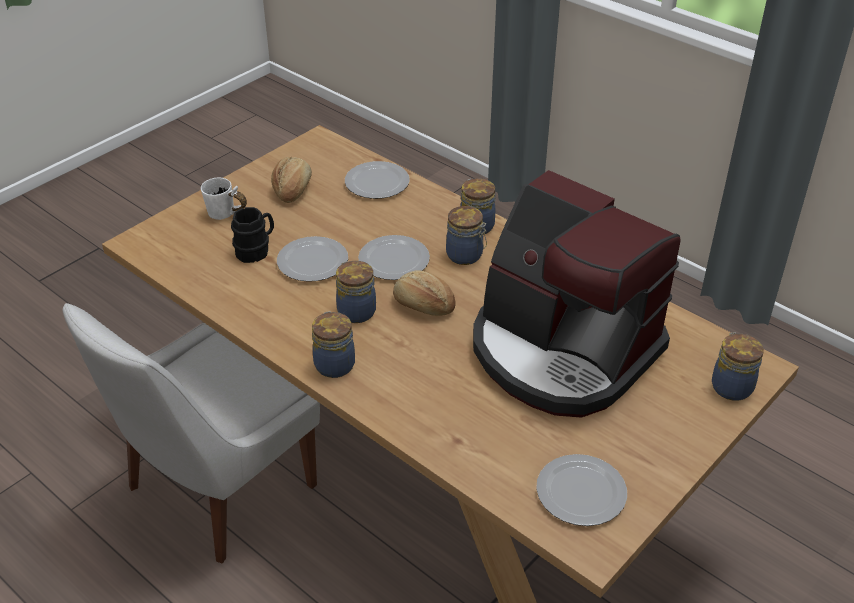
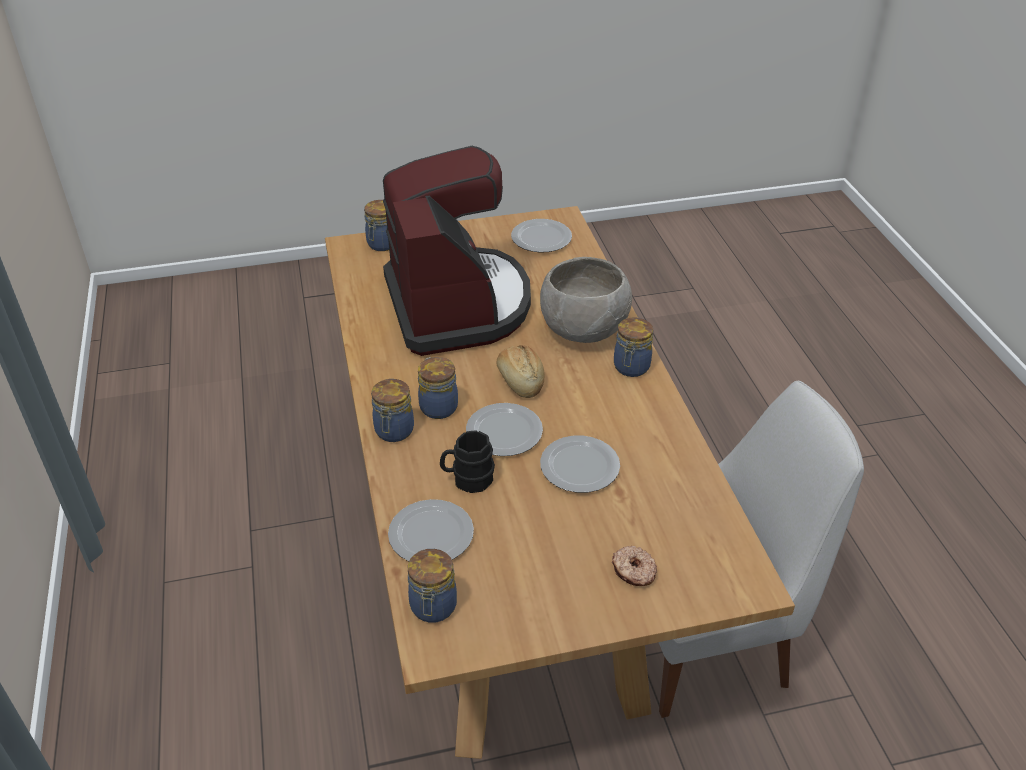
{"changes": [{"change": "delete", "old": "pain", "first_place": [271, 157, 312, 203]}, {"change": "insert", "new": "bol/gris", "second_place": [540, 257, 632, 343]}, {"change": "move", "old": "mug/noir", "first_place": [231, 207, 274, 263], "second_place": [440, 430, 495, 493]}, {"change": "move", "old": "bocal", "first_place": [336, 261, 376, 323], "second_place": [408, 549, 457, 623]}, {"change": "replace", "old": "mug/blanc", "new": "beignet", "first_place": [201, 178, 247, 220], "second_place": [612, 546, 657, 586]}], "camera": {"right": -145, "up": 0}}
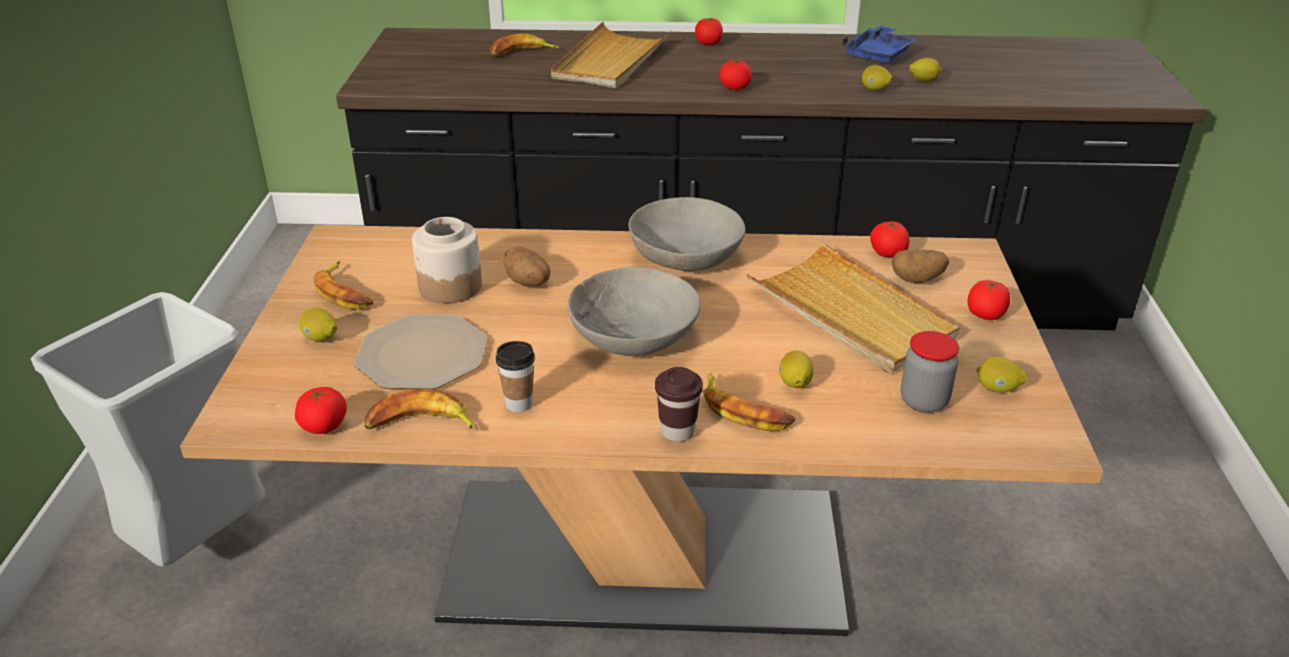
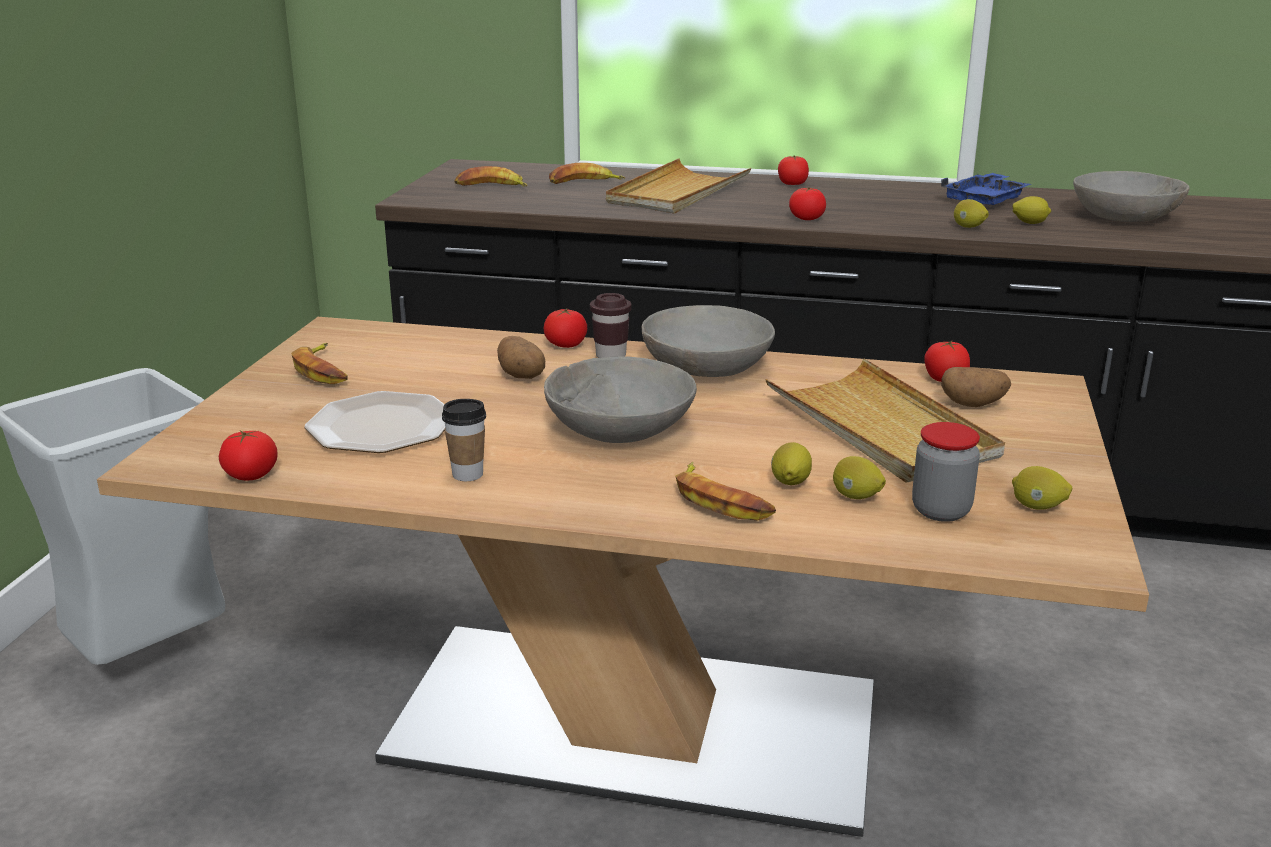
{"changes": [{"change": "delete", "old": "bocal", "first_place": [412, 217, 482, 303]}, {"change": "insert", "new": "bol/gris", "second_place": [1073, 171, 1190, 222]}, {"change": "move", "old": "citron", "first_place": [299, 308, 337, 341], "second_place": [833, 456, 886, 499]}, {"change": "move", "old": "banane", "first_place": [365, 389, 478, 431], "second_place": [454, 166, 527, 187]}, {"change": "move", "old": "tasse/marron", "first_place": [655, 367, 703, 442], "second_place": [590, 293, 631, 358]}, {"change": "move", "old": "tomate", "first_place": [967, 280, 1010, 320], "second_place": [544, 309, 587, 348]}], "camera": {"right": 10, "up": -10}}
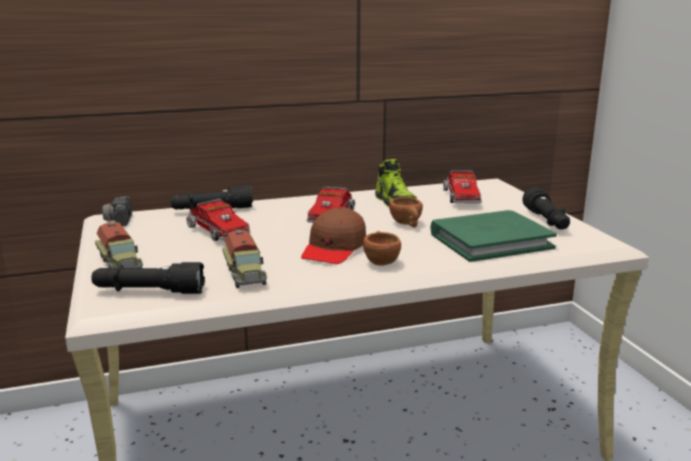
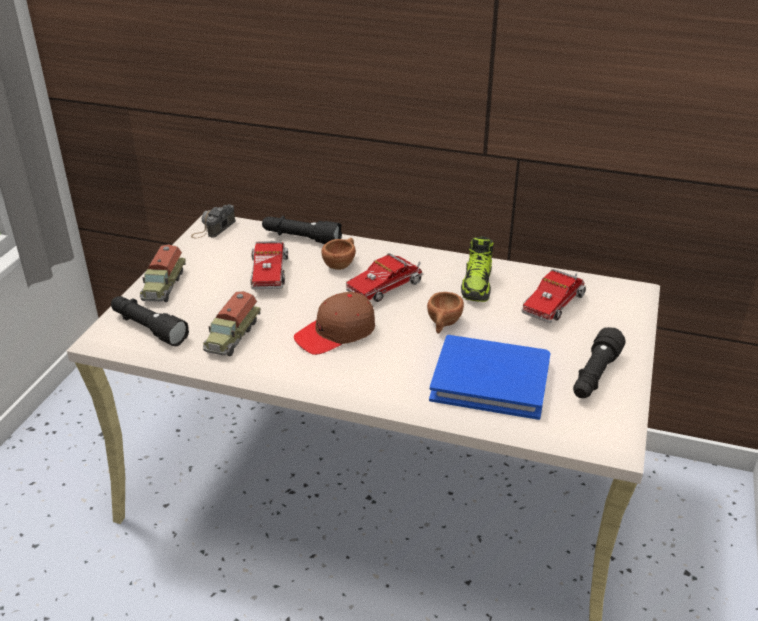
{"changes": [{"change": "move", "old": "tasse/marron", "first_place": [363, 231, 401, 266], "second_place": [321, 238, 356, 270]}, {"change": "recolor", "old": "livre/vert", "new": "livre/bleu", "first_place": [430, 210, 557, 262], "second_place": [429, 335, 551, 420]}], "camera": {"right": 35, "up": 15}}
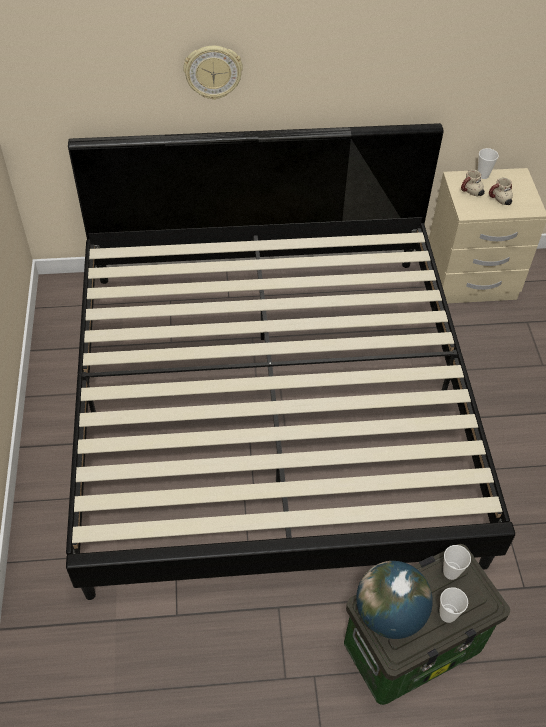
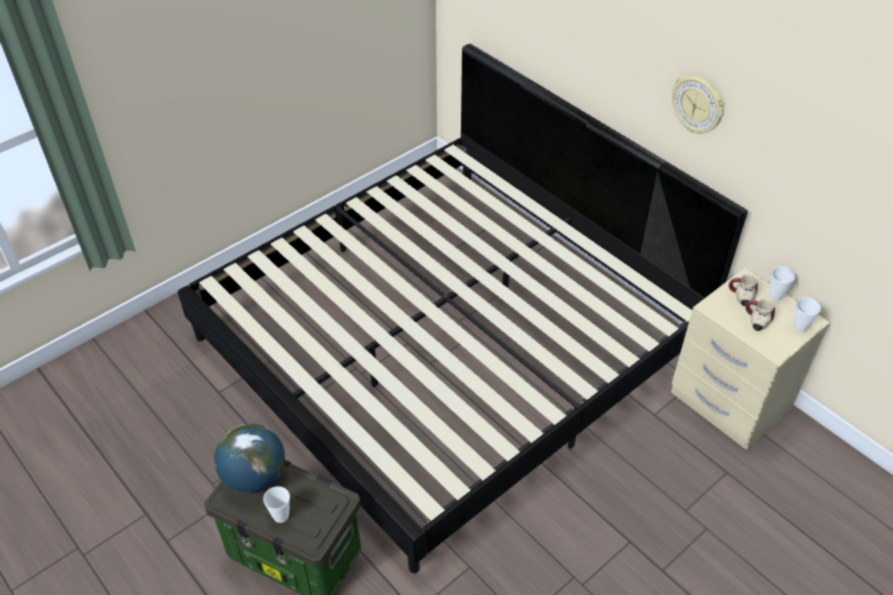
{"changes": [{"change": "move", "old": "horloge murale", "first_place": [183, 46, 243, 100], "second_place": [672, 75, 724, 134]}, {"change": "move", "old": "tasse", "first_place": [443, 545, 471, 580], "second_place": [793, 298, 821, 332]}], "camera": {"right": 55, "up": -5}}
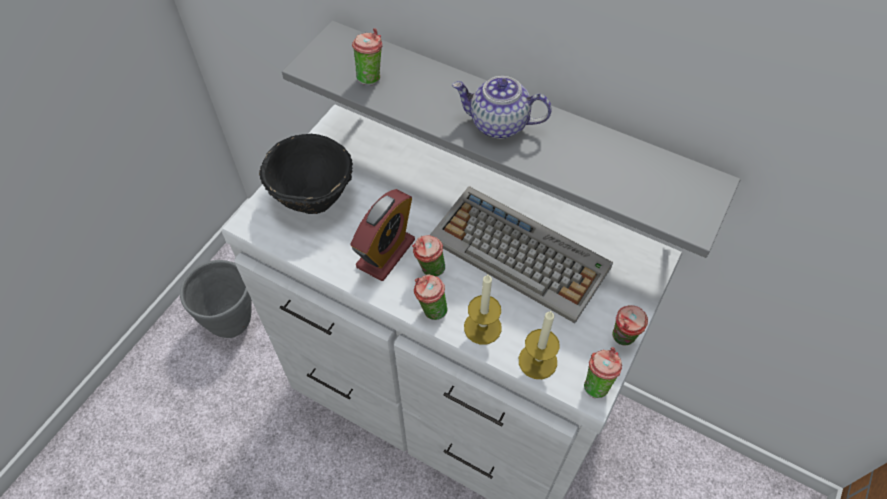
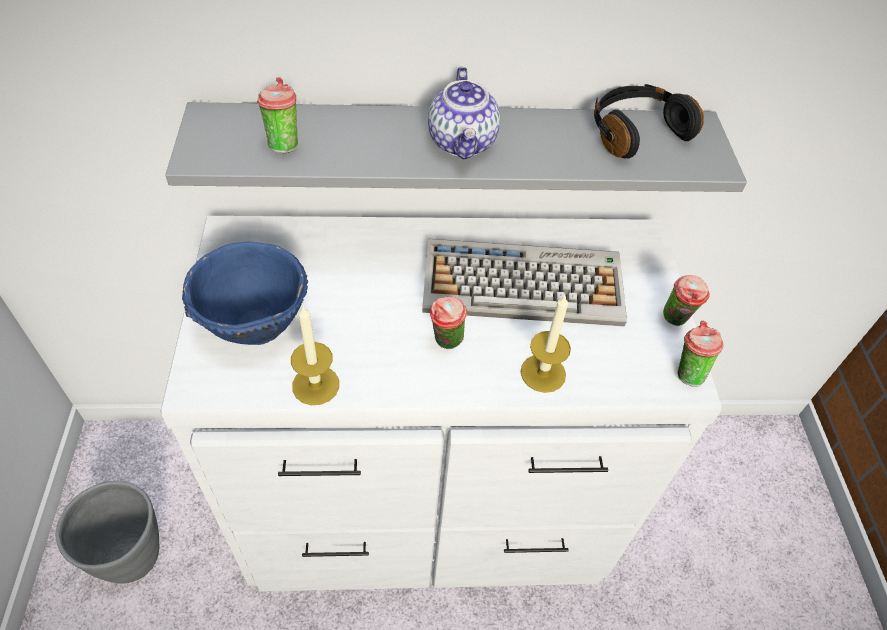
{"changes": [{"change": "delete", "old": "réveil", "first_place": [350, 189, 415, 281]}, {"change": "delete", "old": "tasse", "first_place": [414, 274, 447, 320]}, {"change": "insert", "new": "casque audio/noir", "second_place": [594, 84, 704, 158]}, {"change": "move", "old": "bougie", "first_place": [519, 310, 560, 379], "second_place": [291, 306, 339, 405]}, {"change": "recolor", "old": "bol/noir", "new": "bol/bleu", "first_place": [259, 134, 353, 214], "second_place": [182, 242, 308, 345]}, {"change": "rotate", "old": "théière", "first_place": [452, 76, 552, 139], "second_place": [428, 67, 500, 160], "degrees": -75}], "camera": {"right": -35, "up": -5}}
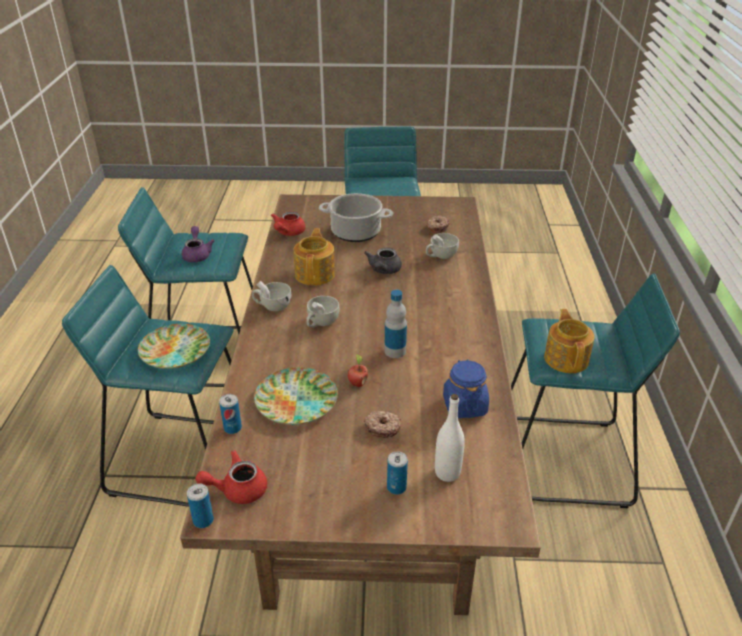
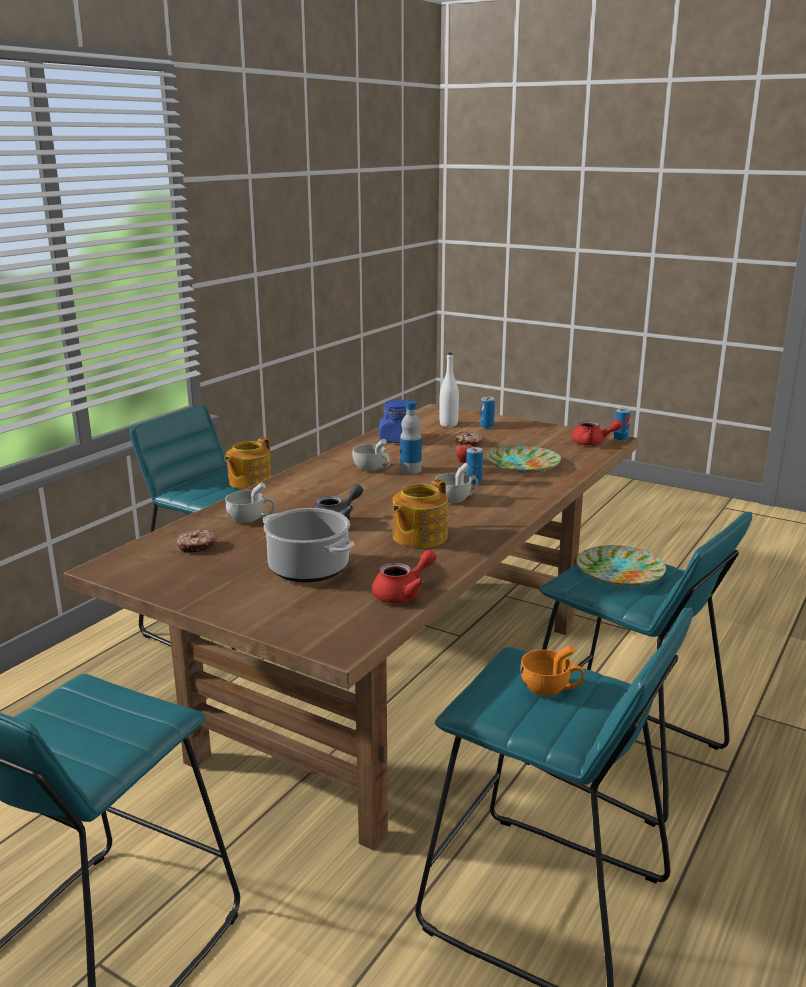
{"changes": [{"change": "move", "old": "boîte métallique", "first_place": [219, 394, 242, 434], "second_place": [466, 447, 483, 485]}, {"change": "move", "old": "tasse/blanc", "first_place": [252, 281, 291, 311], "second_place": [352, 439, 390, 471]}, {"change": "replace", "old": "théière/violet", "new": "tasse/orange", "first_place": [182, 226, 215, 262], "second_place": [521, 645, 584, 696]}], "camera": {"right": -150, "up": -15}}
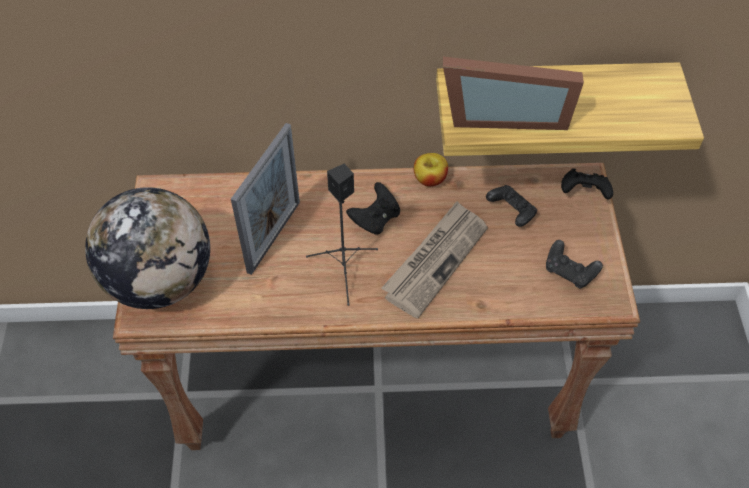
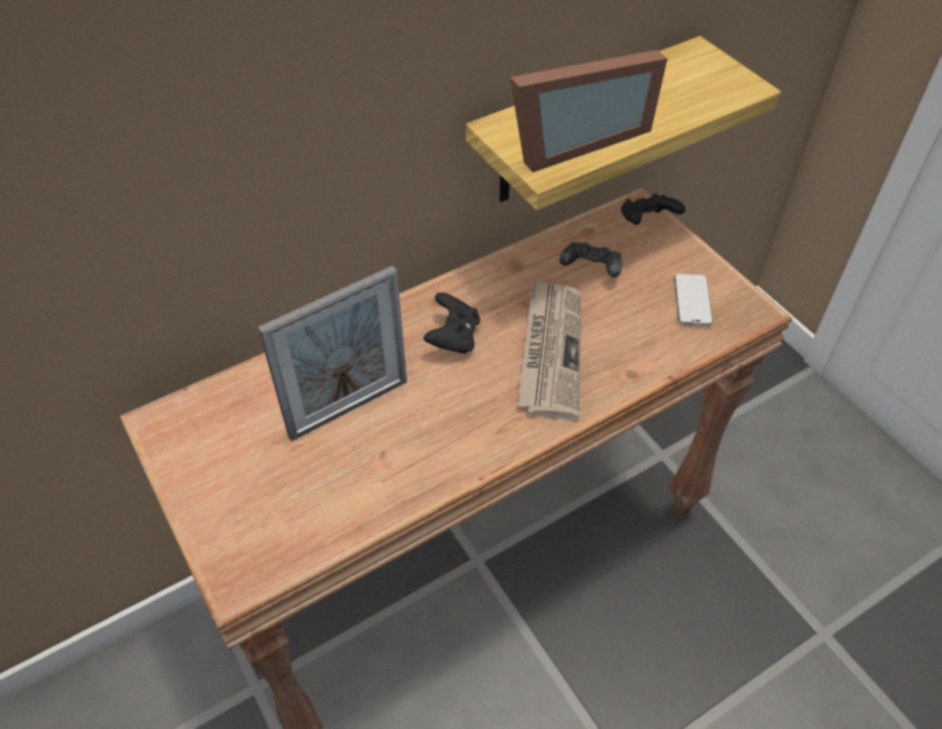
{"changes": [{"change": "delete", "old": "globe", "first_place": [85, 187, 210, 309]}, {"change": "delete", "old": "enceinte/noir", "first_place": [306, 164, 378, 306]}, {"change": "delete", "old": "pomme", "first_place": [414, 153, 448, 187]}, {"change": "replace", "old": "manette/noir", "new": "téléphone", "first_place": [546, 240, 603, 288], "second_place": [674, 274, 713, 326]}, {"change": "rotate", "old": "cadre photo", "first_place": [231, 123, 300, 275], "second_place": [258, 266, 407, 441], "degrees": 60}], "camera": {"right": -30, "up": -5}}
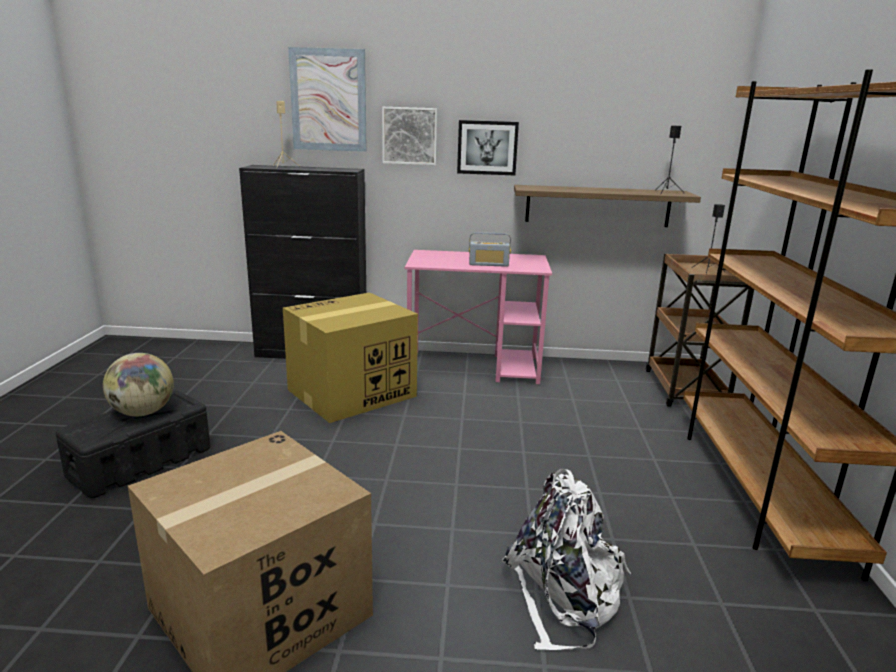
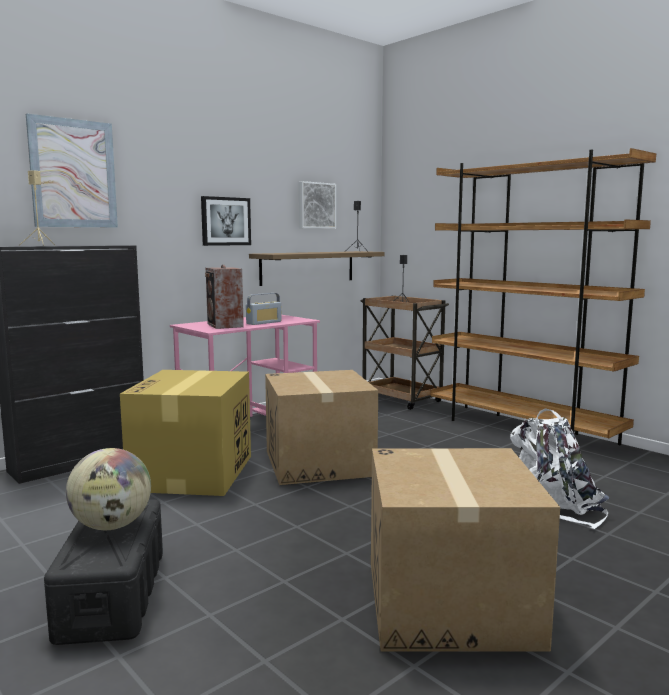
{"changes": [{"change": "insert", "new": "enceinte", "second_place": [205, 265, 244, 329]}, {"change": "insert", "new": "carton", "second_place": [265, 370, 378, 485]}, {"change": "move", "old": "tableau", "first_place": [382, 107, 438, 165], "second_place": [299, 181, 336, 229]}], "camera": {"right": -45, "up": -10}}
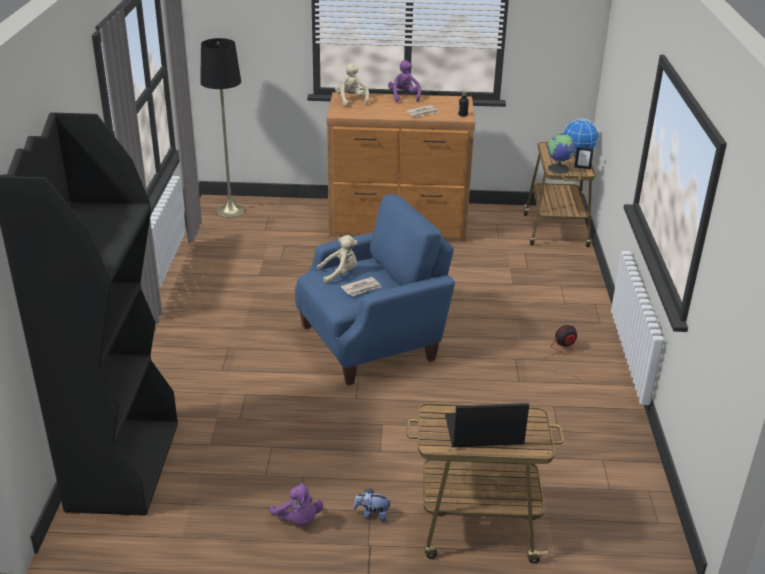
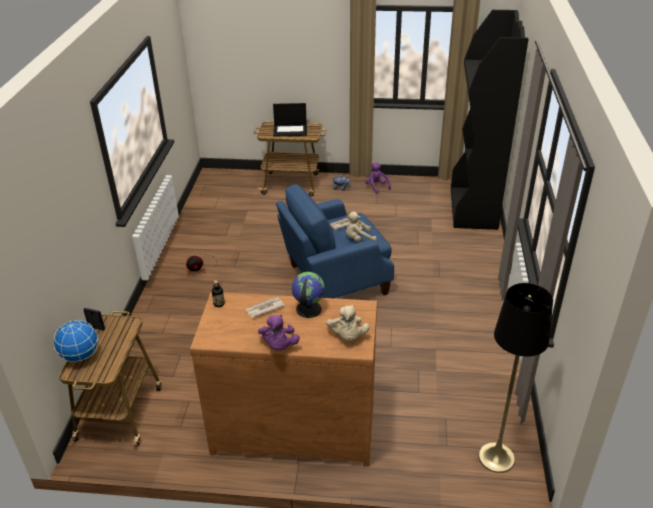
{"changes": [{"change": "move", "old": "globe", "first_place": [548, 133, 575, 174], "second_place": [292, 272, 324, 318]}], "camera": {"right": -175, "up": 5}}
